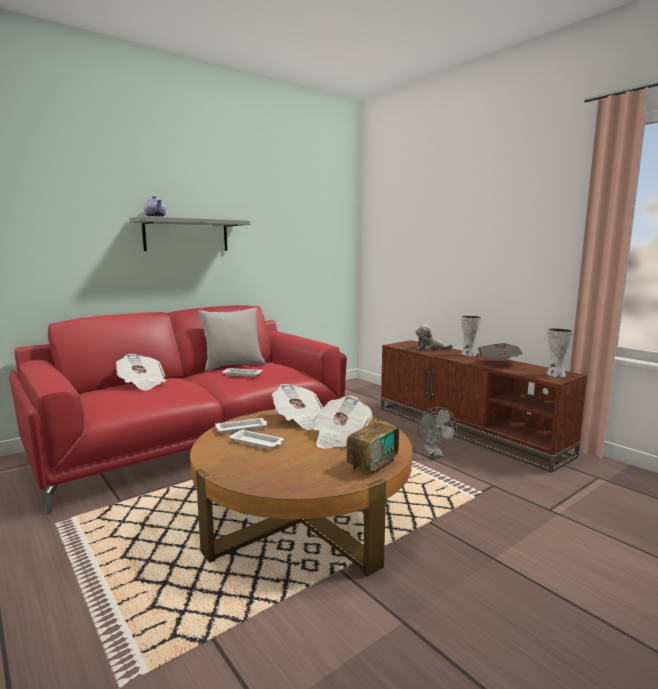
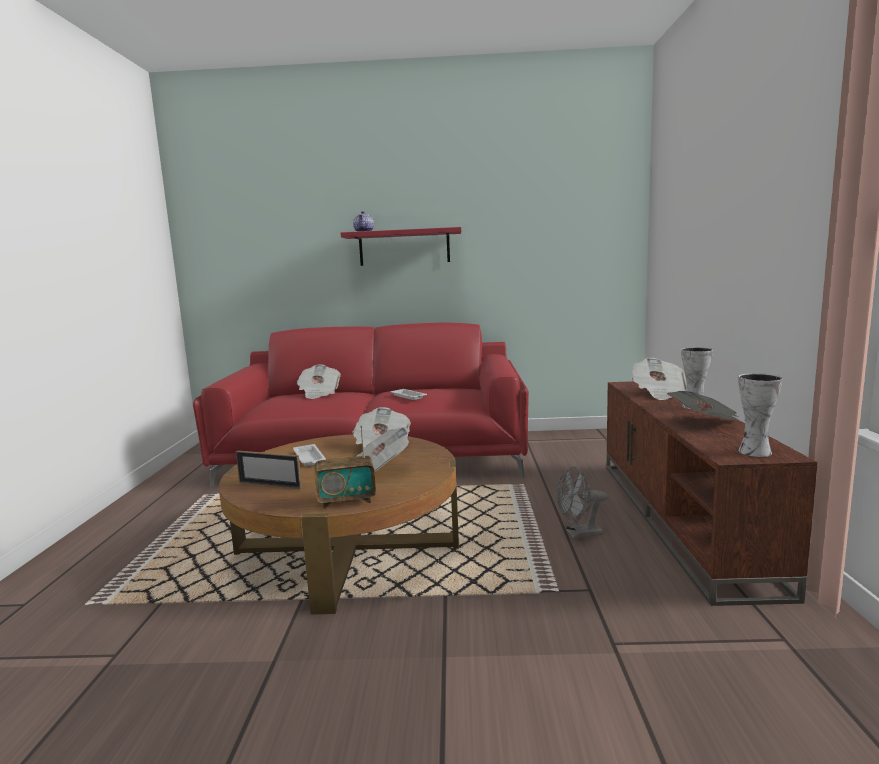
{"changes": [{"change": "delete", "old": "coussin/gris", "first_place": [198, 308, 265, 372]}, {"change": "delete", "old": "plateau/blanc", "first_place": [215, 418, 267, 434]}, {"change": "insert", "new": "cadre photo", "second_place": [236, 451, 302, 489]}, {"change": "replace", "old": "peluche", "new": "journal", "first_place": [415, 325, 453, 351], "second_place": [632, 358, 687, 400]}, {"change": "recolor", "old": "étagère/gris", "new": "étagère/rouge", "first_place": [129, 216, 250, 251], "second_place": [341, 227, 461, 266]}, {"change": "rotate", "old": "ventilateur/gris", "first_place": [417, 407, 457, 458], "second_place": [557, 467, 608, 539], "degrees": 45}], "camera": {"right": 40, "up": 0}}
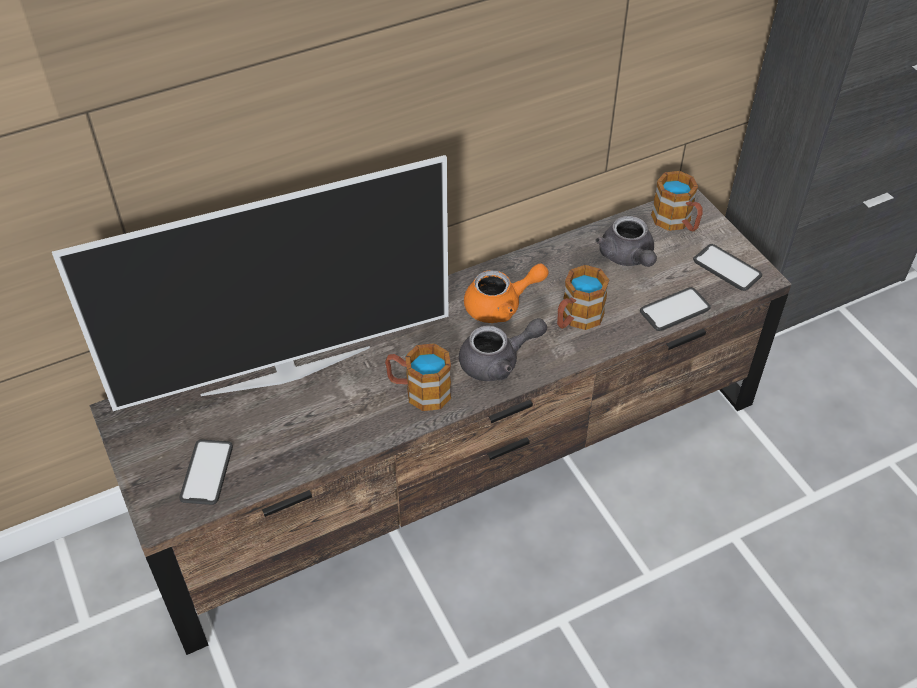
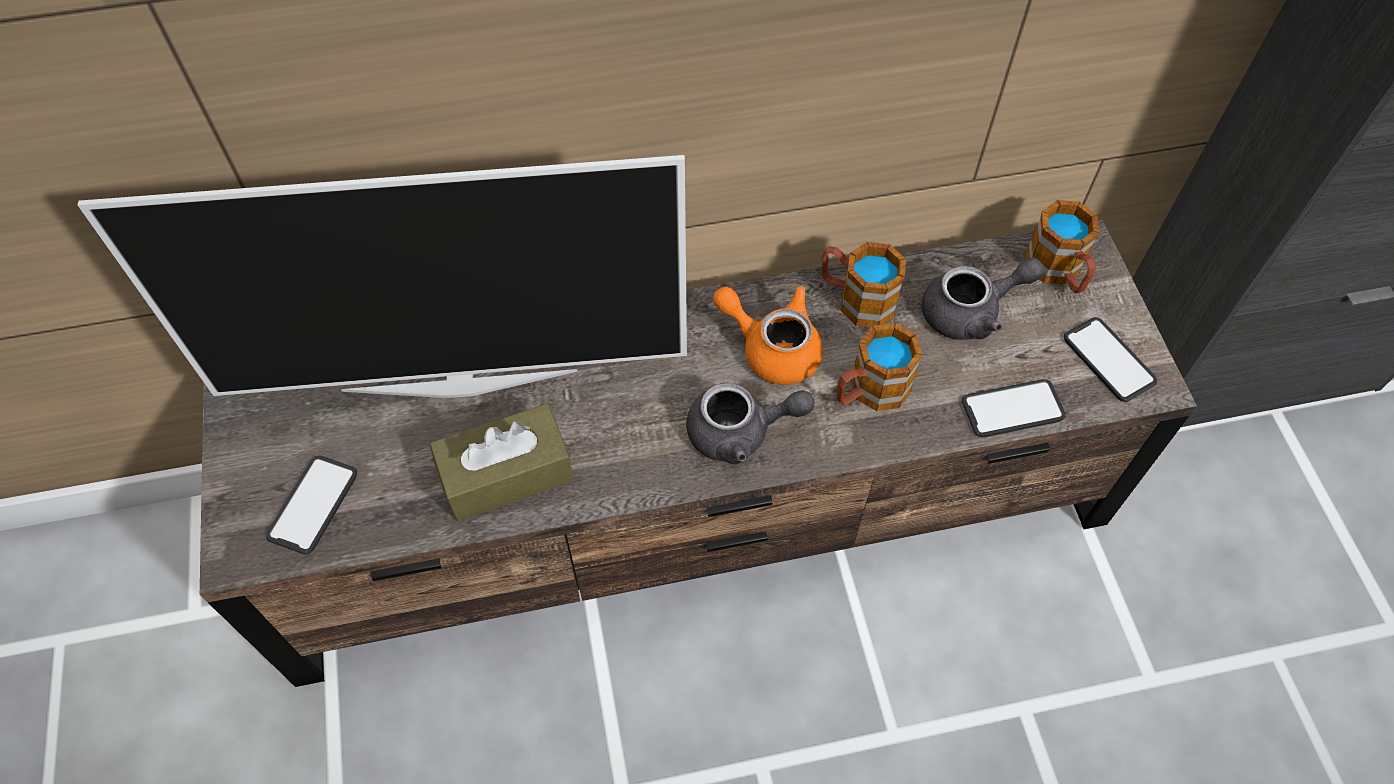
{"changes": [{"change": "insert", "new": "boîte à mouchoirs/marron", "second_place": [429, 403, 574, 521]}, {"change": "move", "old": "mug", "first_place": [385, 343, 451, 411], "second_place": [822, 242, 906, 327]}, {"change": "rotate", "old": "théière/orange", "first_place": [464, 264, 549, 323], "second_place": [713, 286, 823, 385], "degrees": -150}, {"change": "rotate", "old": "théière/gris", "first_place": [595, 216, 657, 267], "second_place": [922, 258, 1044, 340], "degrees": -105}], "camera": {"right": 15, "up": 10}}
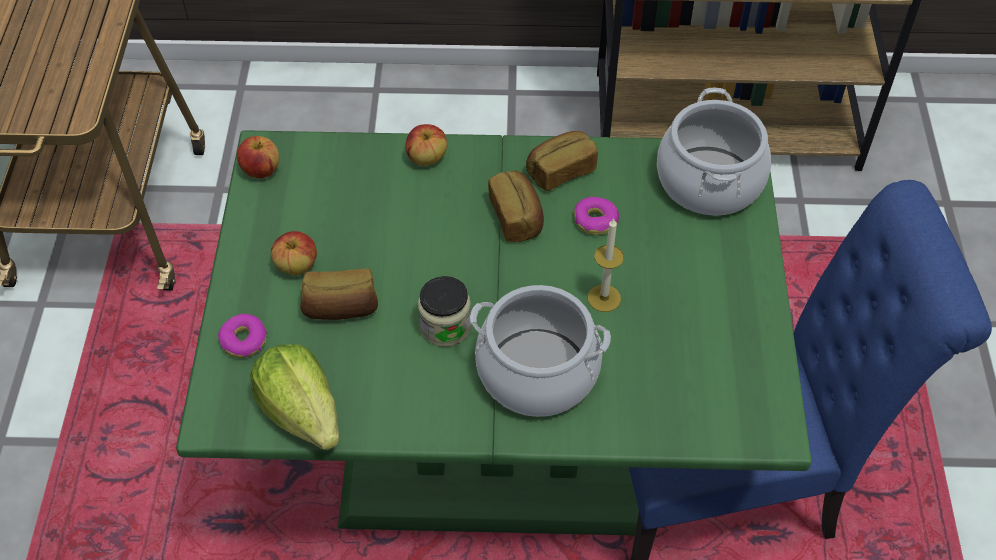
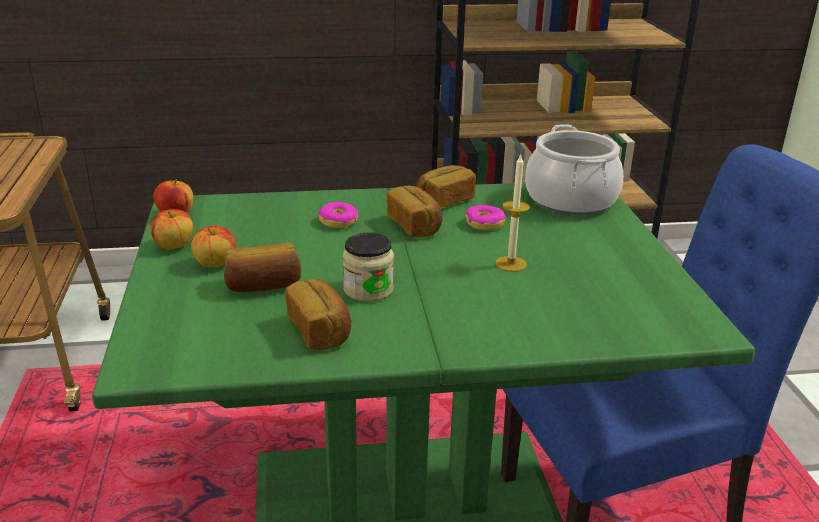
{"changes": [{"change": "delete", "old": "laitue", "first_place": [250, 344, 339, 450]}, {"change": "delete", "old": "marmite", "first_place": [470, 285, 611, 417]}, {"change": "insert", "new": "pain", "second_place": [285, 279, 351, 350]}, {"change": "move", "old": "beignet", "first_place": [218, 314, 268, 358], "second_place": [318, 202, 358, 228]}, {"change": "move", "old": "pomme", "first_place": [406, 124, 447, 166], "second_place": [150, 209, 193, 250]}], "camera": {"right": -10, "up": -25}}
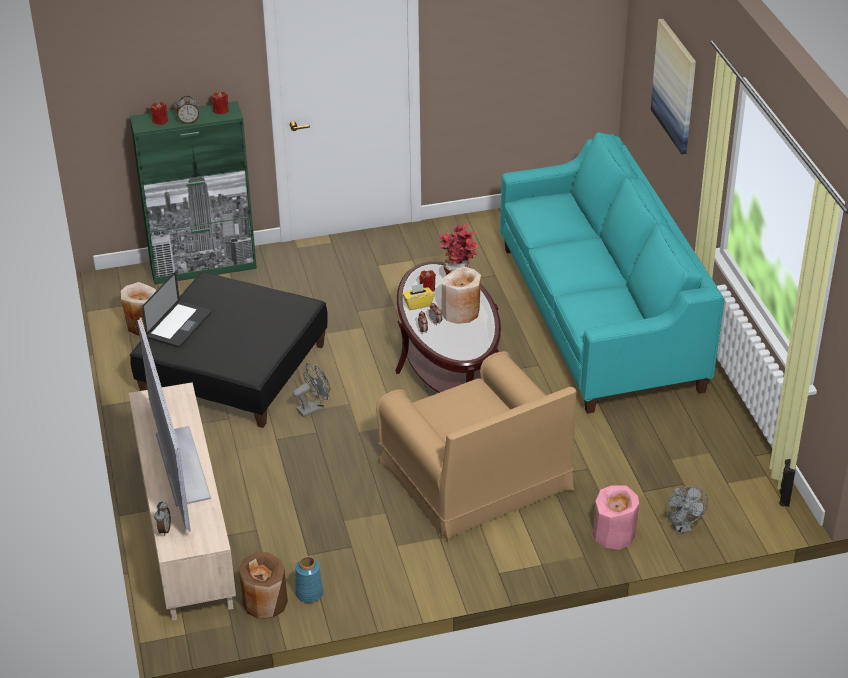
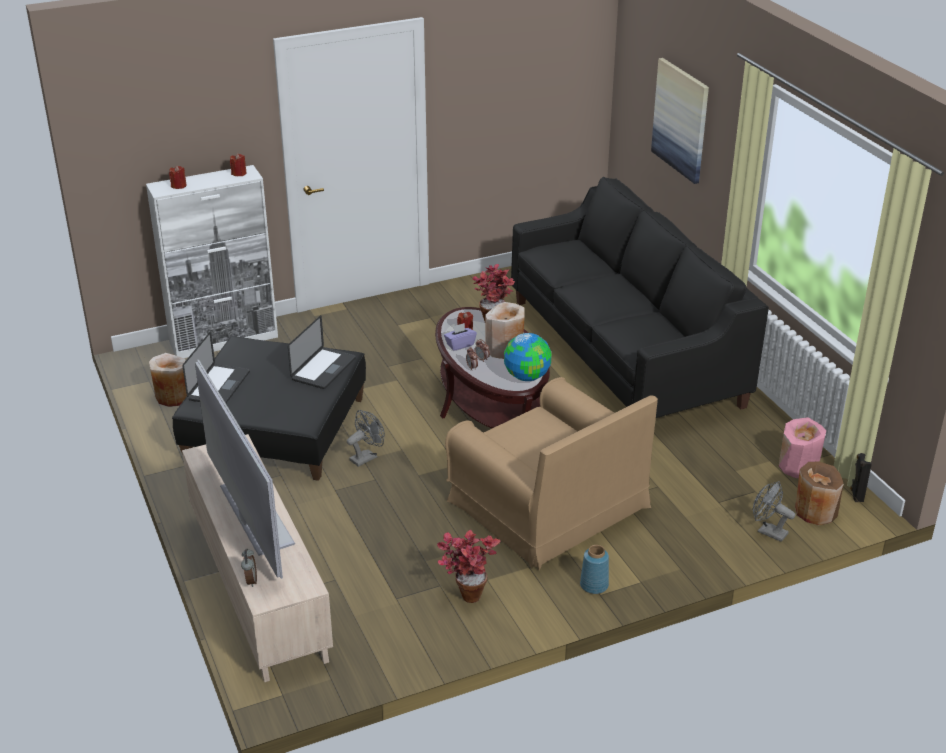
{"changes": [{"change": "delete", "old": "réveil", "first_place": [177, 96, 199, 124]}, {"change": "insert", "new": "ordinateur portable", "second_place": [288, 315, 356, 389]}, {"change": "insert", "new": "plante en pot", "second_place": [437, 530, 501, 603]}, {"change": "insert", "new": "globe", "second_place": [504, 333, 552, 381]}, {"change": "move", "old": "vase/marron", "first_place": [239, 552, 288, 619], "second_place": [795, 462, 844, 525]}, {"change": "move", "old": "vase/bleu", "first_place": [295, 556, 323, 603], "second_place": [580, 545, 609, 594]}, {"change": "move", "old": "vase/rose", "first_place": [593, 485, 639, 550], "second_place": [779, 417, 826, 478]}, {"change": "recolor", "old": "meuble de rangement/vert", "new": "meuble de rangement/blanc", "first_place": [130, 101, 257, 285], "second_place": [146, 165, 278, 358]}, {"change": "recolor", "old": "boîte à mouchoirs/jaune", "new": "boîte à mouchoirs/violet", "first_place": [402, 284, 434, 310], "second_place": [444, 323, 477, 351]}, {"change": "recolor", "old": "canapé/turquoise", "new": "canapé/noir", "first_place": [500, 132, 725, 414], "second_place": [511, 177, 769, 418]}, {"change": "rotate", "old": "ventilateur/gris", "first_place": [665, 487, 708, 534], "second_place": [752, 481, 795, 542], "degrees": 150}], "camera": {"right": -10, "up": -5}}
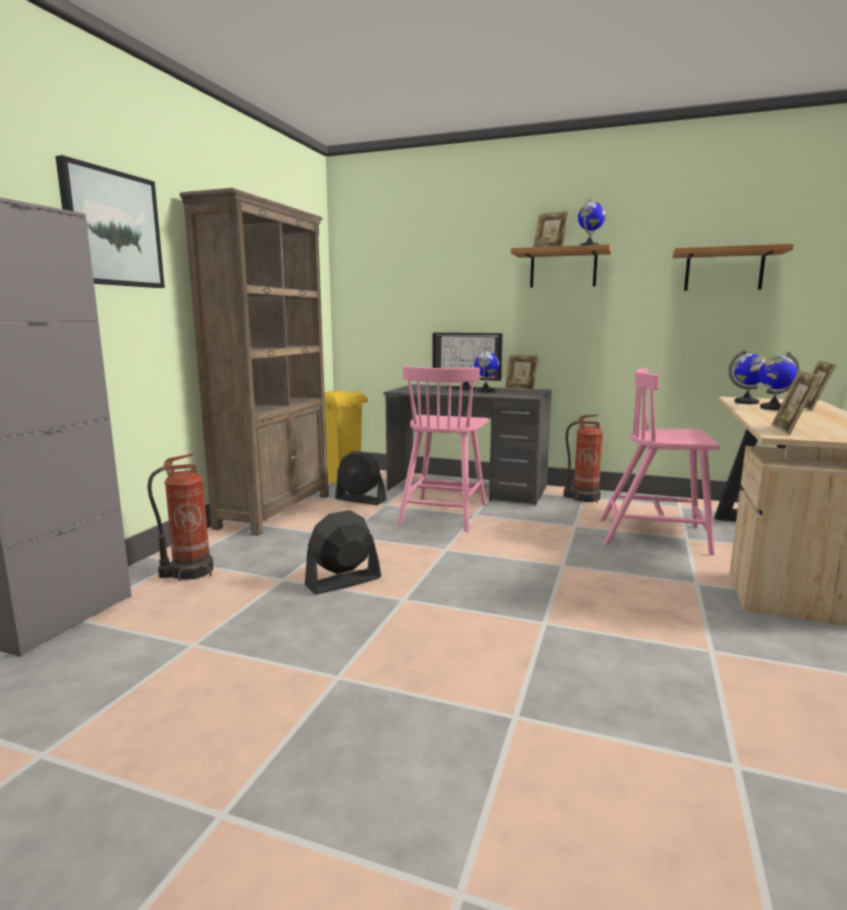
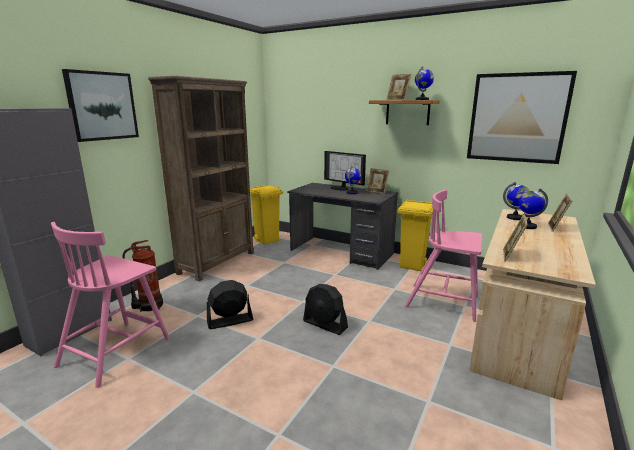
{"changes": [{"change": "move", "old": "ventilateur/noir", "first_place": [335, 451, 387, 505], "second_place": [303, 284, 348, 335]}, {"change": "move", "old": "chaise/rose", "first_place": [397, 366, 489, 532], "second_place": [51, 222, 170, 388]}, {"change": "replace", "old": "extincteur", "new": "poubelle/jaune", "first_place": [563, 415, 603, 503], "second_place": [398, 200, 433, 271]}, {"change": "replace", "old": "étagère", "new": "tableau", "first_place": [672, 244, 794, 291], "second_place": [467, 71, 577, 164]}], "camera": {"right": 10, "up": 5}}
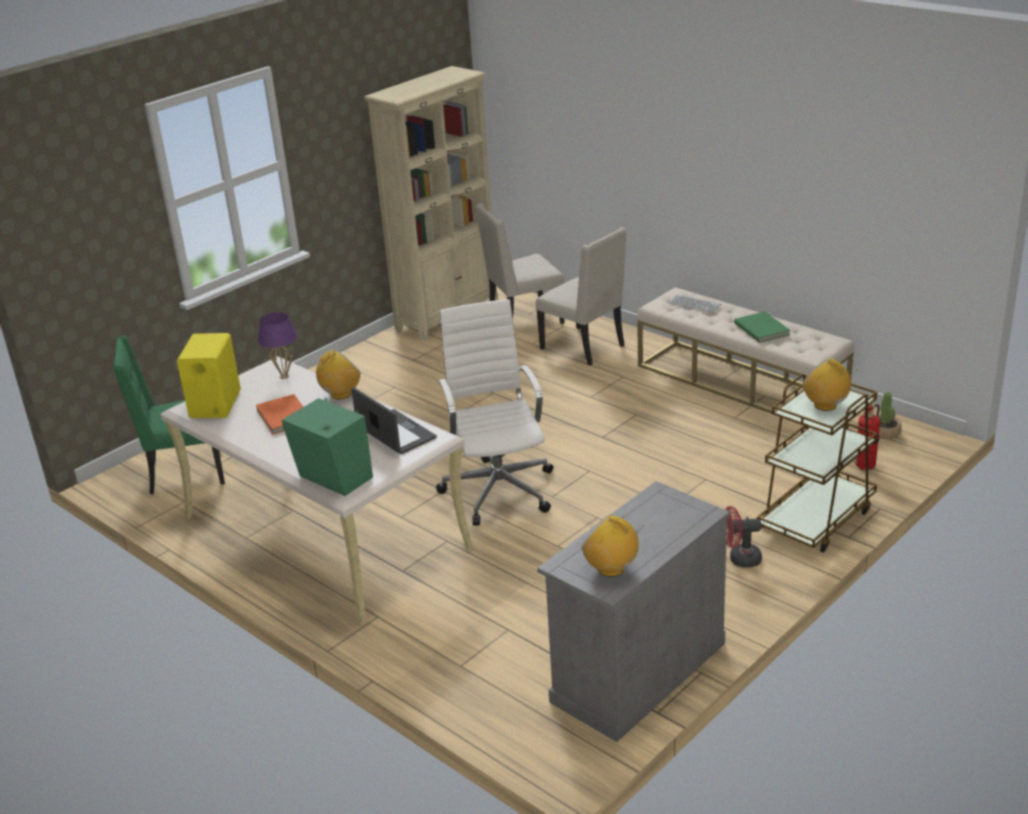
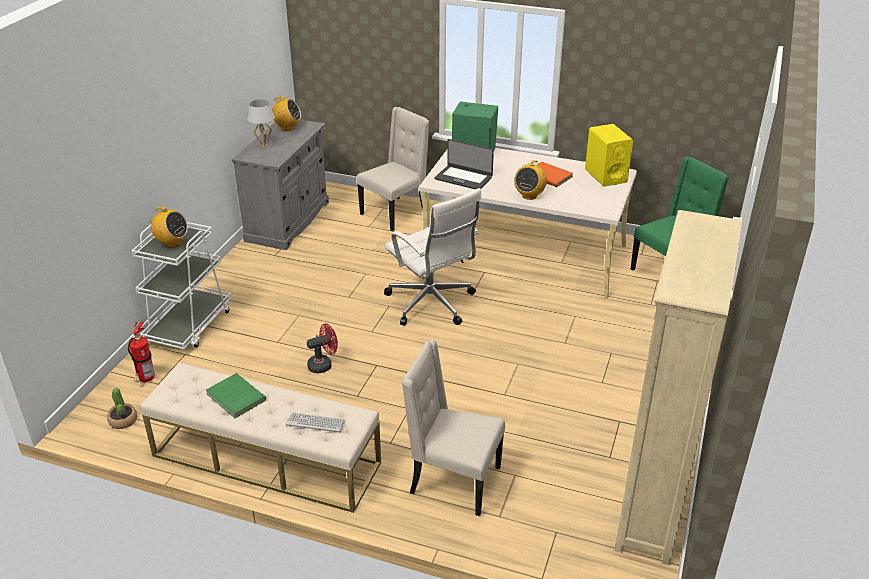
{"changes": [{"change": "delete", "old": "lampe de table/violet", "first_place": [258, 312, 297, 379]}, {"change": "insert", "new": "lampe de table/blanc", "second_place": [247, 99, 275, 147]}, {"change": "move", "old": "chaise/beige", "first_place": [475, 203, 565, 324], "second_place": [357, 107, 430, 231]}, {"change": "move", "old": "ventilateur/rouge", "first_place": [725, 506, 762, 568], "second_place": [307, 324, 338, 373]}, {"change": "recolor", "old": "chariot/marron", "new": "chariot/blanc", "first_place": [757, 374, 877, 553], "second_place": [131, 222, 232, 349]}], "camera": {"right": 155, "up": 5}}
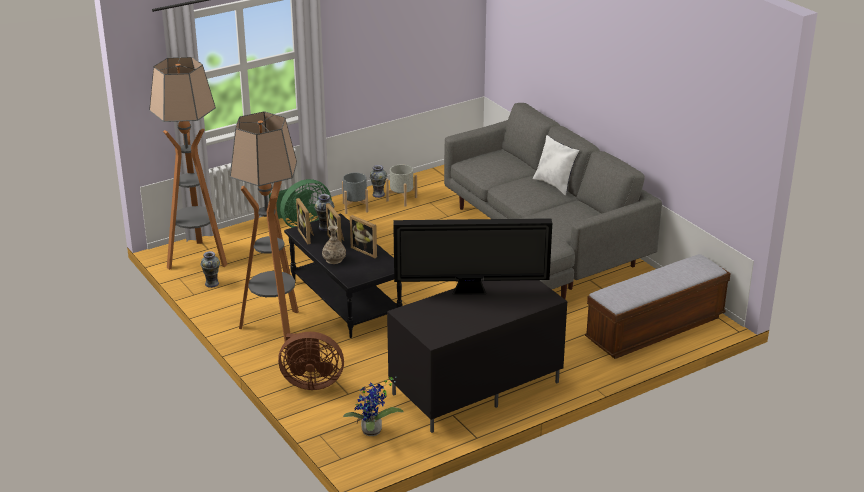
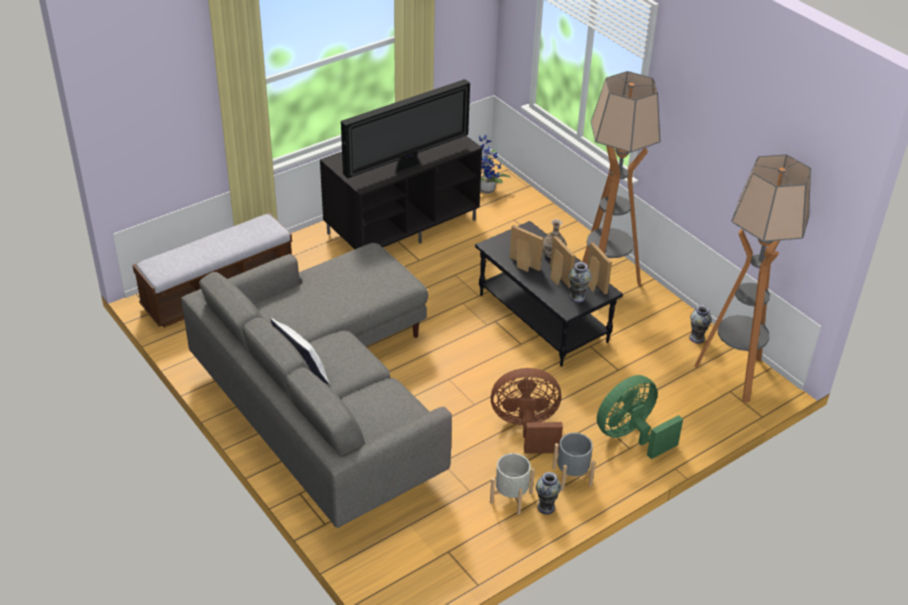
{"changes": [{"change": "move", "old": "ventilateur/marron", "first_place": [278, 332, 344, 390], "second_place": [491, 368, 563, 454]}, {"change": "rotate", "old": "téléviseur", "first_place": [393, 218, 552, 295], "second_place": [341, 79, 470, 178], "degrees": 150}], "camera": {"right": 175, "up": 10}}
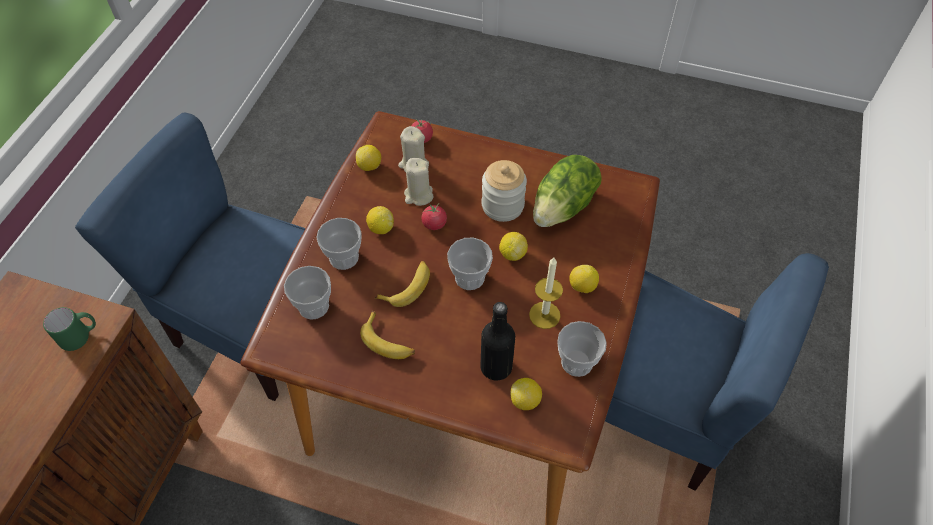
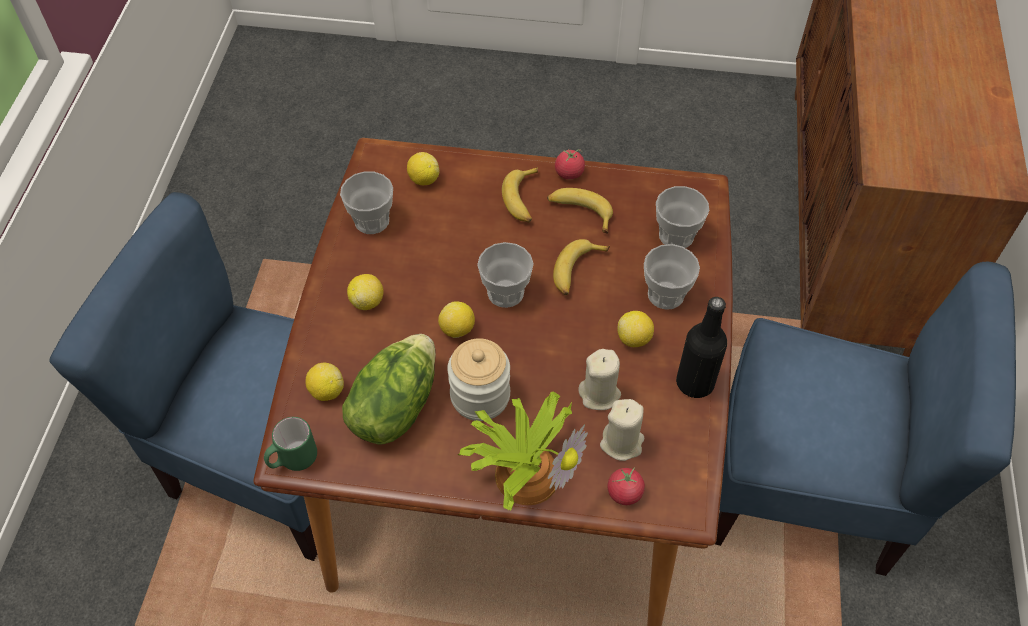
{"changes": [{"change": "delete", "old": "bougie", "first_place": [529, 258, 563, 329]}, {"change": "insert", "new": "plante en pot", "second_place": [458, 391, 588, 510]}, {"change": "insert", "new": "banane", "second_place": [502, 167, 538, 223]}, {"change": "move", "old": "mug/vert", "first_place": [43, 307, 96, 351], "second_place": [264, 417, 317, 471]}, {"change": "move", "old": "citron", "first_place": [356, 145, 381, 171], "second_place": [306, 363, 344, 401]}, {"change": "move", "old": "tomate", "first_place": [421, 204, 447, 230], "second_place": [555, 149, 585, 180]}, {"change": "move", "old": "bouteille/noir", "first_place": [480, 302, 515, 381], "second_place": [676, 297, 727, 398]}], "camera": {"right": 170, "up": 0}}
